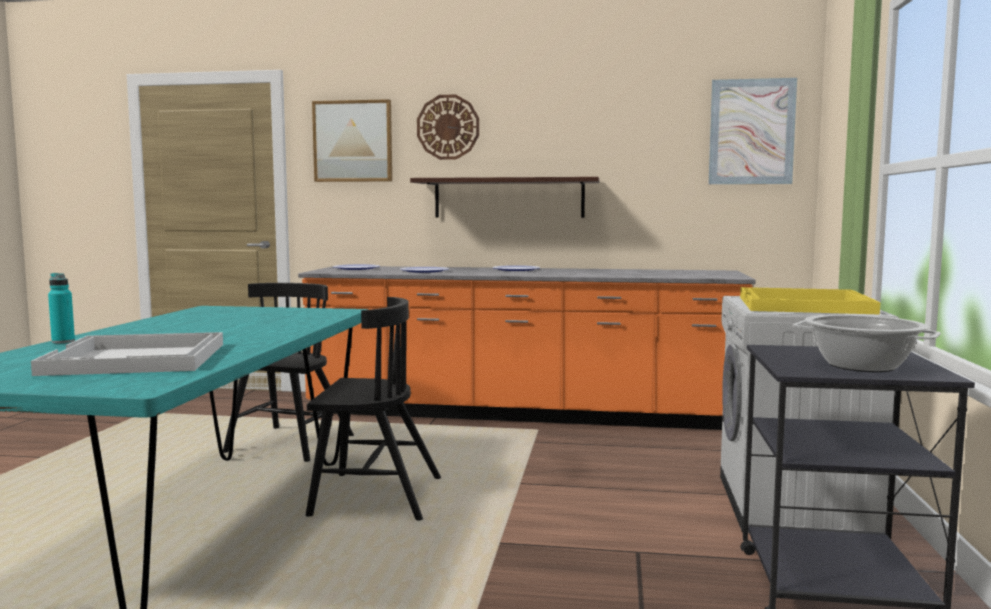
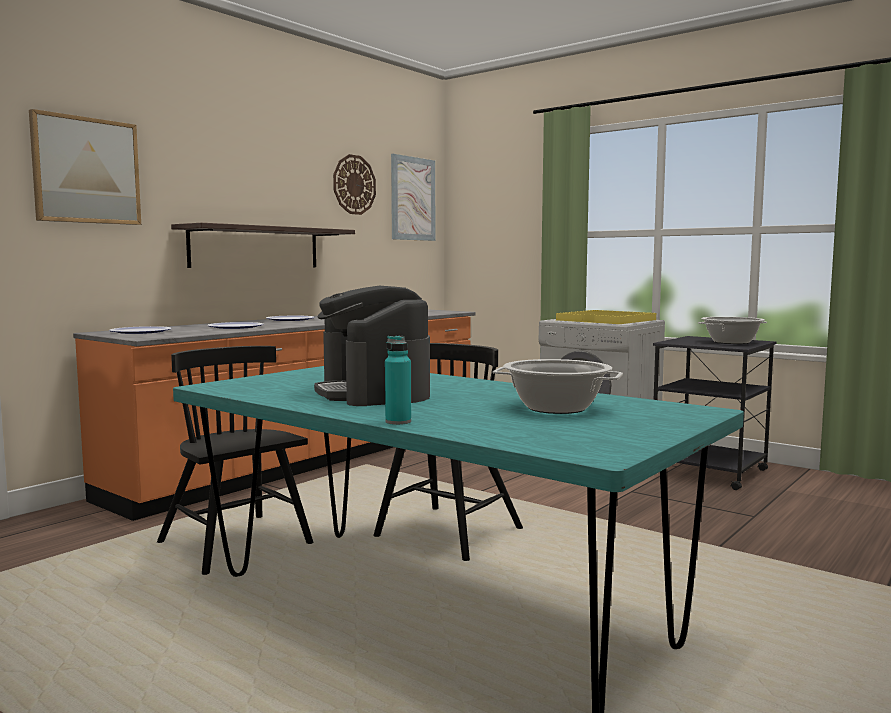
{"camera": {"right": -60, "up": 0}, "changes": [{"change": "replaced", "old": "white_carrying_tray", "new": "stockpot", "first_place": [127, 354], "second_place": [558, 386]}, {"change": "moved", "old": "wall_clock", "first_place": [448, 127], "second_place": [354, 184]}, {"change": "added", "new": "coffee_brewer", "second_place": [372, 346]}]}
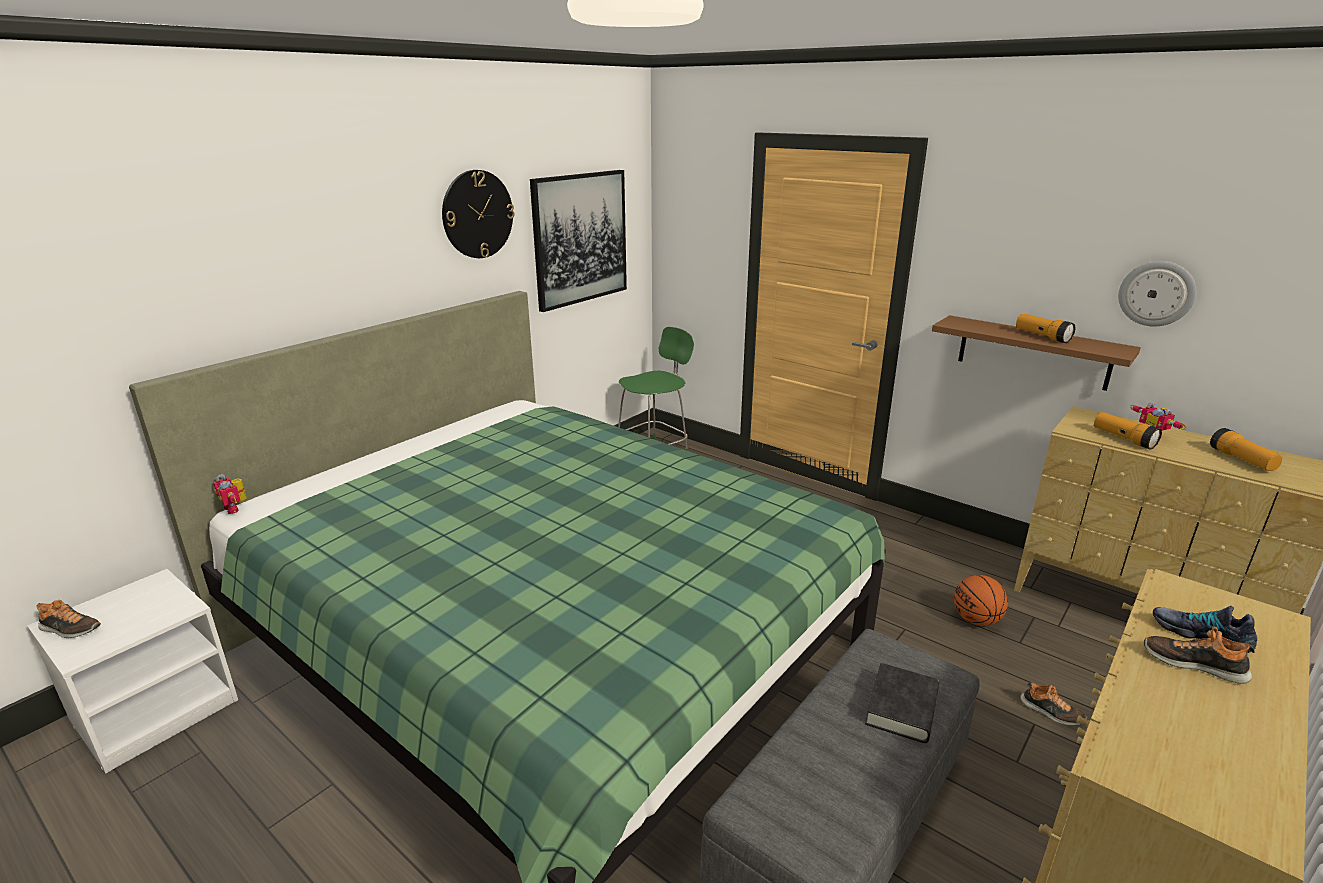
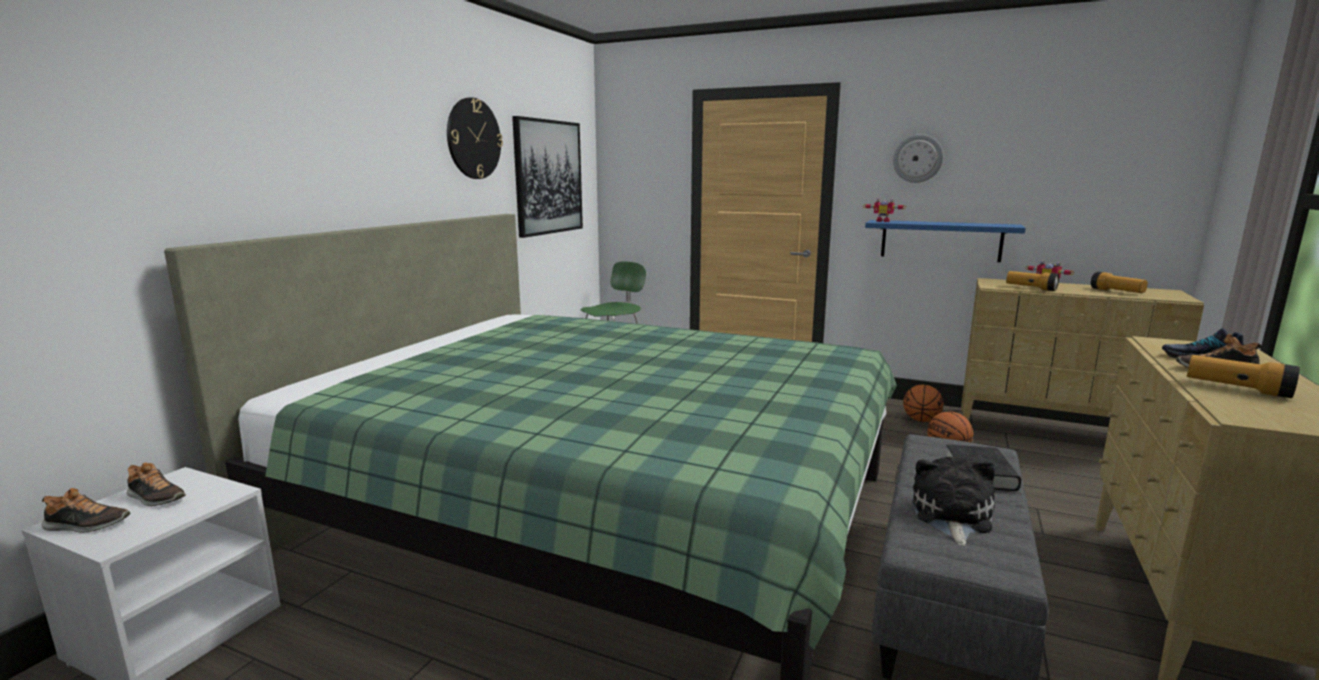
{"camera": {"right": -15, "up": -10}, "changes": [{"change": "moved", "old": "toy_robot", "first_place": [230, 494], "second_place": [884, 210]}, {"change": "recoloured", "old": "brown_bracket_shelf", "new": "blue_bracket_shelf", "first_place": [1036, 353], "second_place": [945, 241]}, {"change": "moved", "old": "flashlight", "first_place": [1045, 328], "second_place": [1243, 376]}, {"change": "moved", "old": "item_of_footwear", "first_place": [1053, 703], "second_place": [156, 484]}, {"change": "moved", "old": "wall_clock", "first_place": [1157, 294], "second_place": [918, 158]}, {"change": "added", "new": "basketball", "second_place": [923, 403]}, {"change": "added", "new": "soft_toy", "second_place": [953, 501]}]}
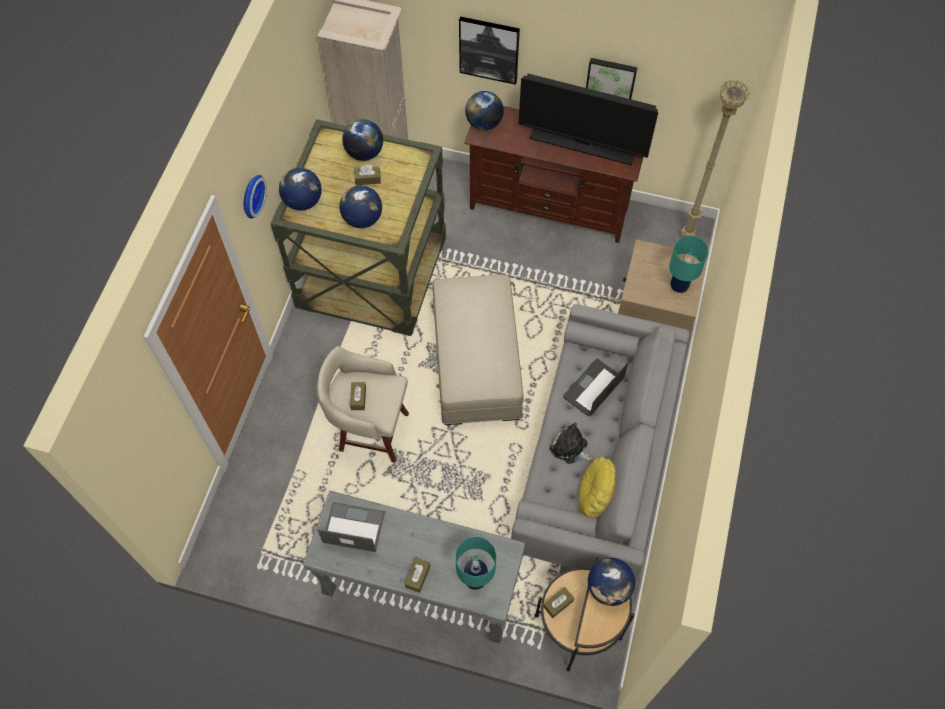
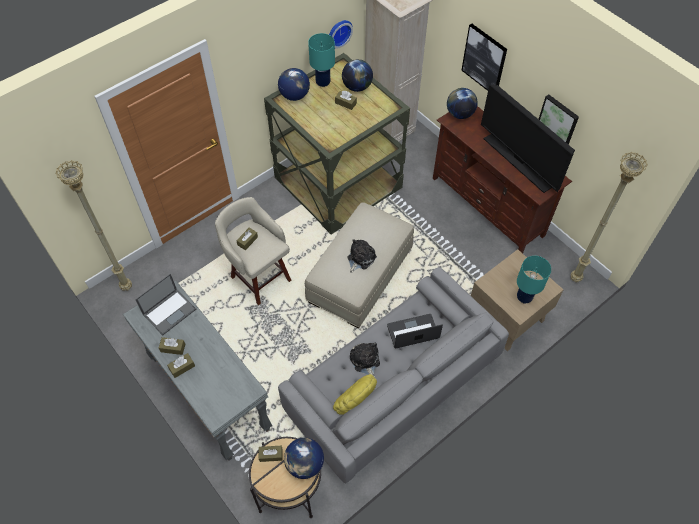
{"camera": {"right": 35, "up": -5}, "changes": [{"change": "moved", "old": "wall_clock", "first_place": [255, 197], "second_place": [341, 34]}, {"change": "turned", "old": "laptop", "first_place": [351, 527], "second_place": [165, 304], "degrees": 90}, {"change": "removed", "old": "world_globe", "first_place": [360, 206]}, {"change": "moved", "old": "turquoise_table_lamp", "first_place": [475, 563], "second_place": [321, 60]}, {"change": "added", "new": "beige-coloured_standard_lamp", "second_place": [94, 225]}, {"change": "added", "new": "brown_tissue_holder", "second_place": [172, 346]}, {"change": "added", "new": "soft_toy", "second_place": [362, 256]}]}
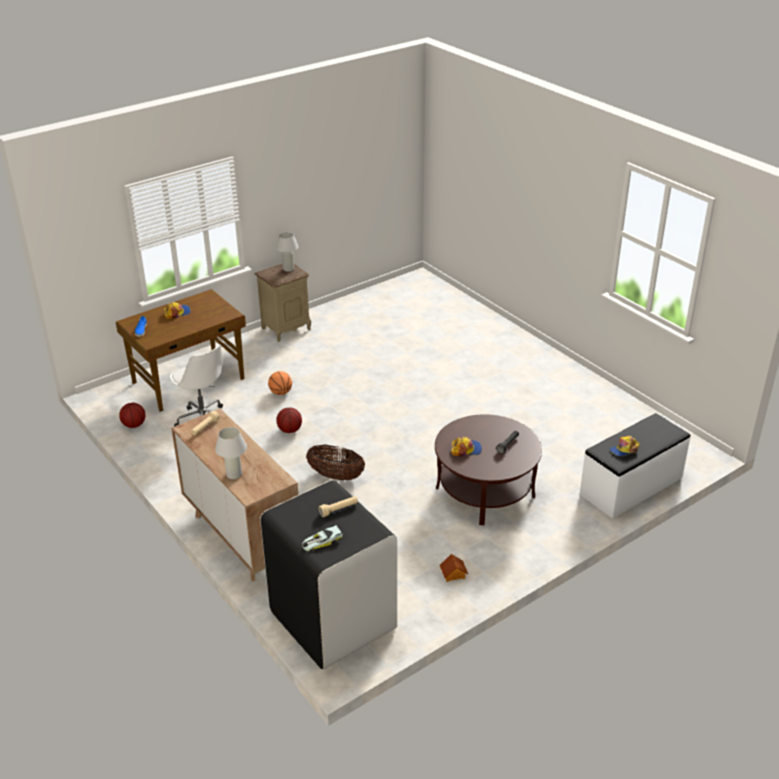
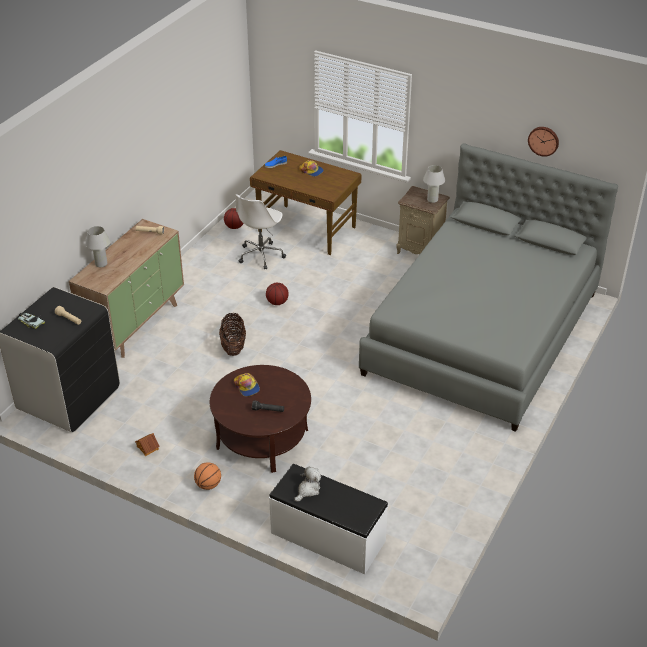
{"camera": {"right": 65, "up": 5}, "changes": [{"change": "moved", "old": "basketball", "first_place": [280, 383], "second_place": [207, 476]}, {"change": "replaced", "old": "baseball_cap", "new": "soft_toy", "first_place": [624, 446], "second_place": [307, 484]}, {"change": "added", "new": "gray_bed", "second_place": [488, 288]}, {"change": "added", "new": "wall_clock", "second_place": [543, 142]}]}
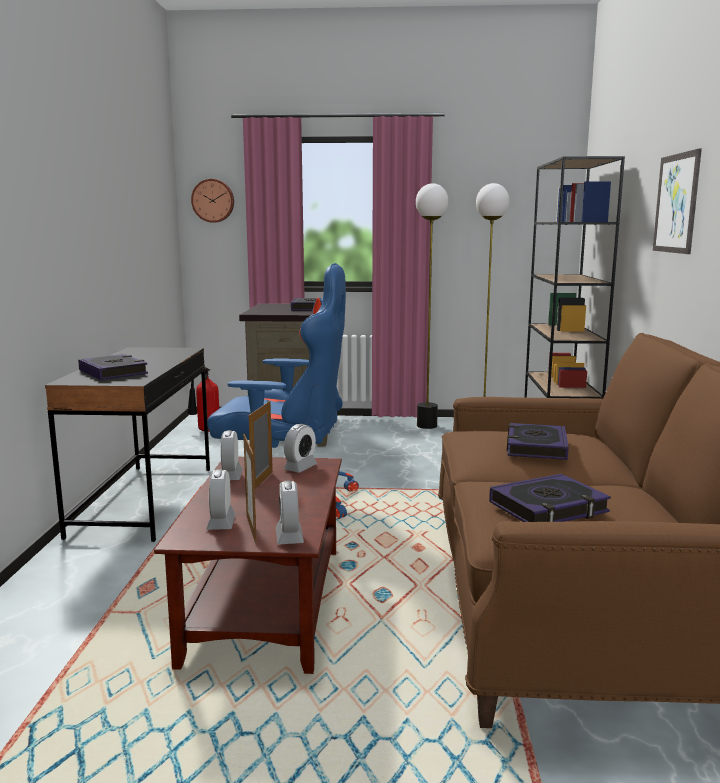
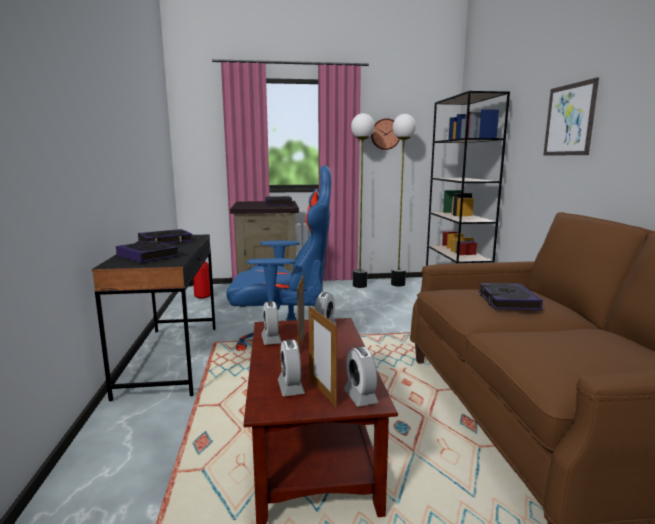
{"camera": {"right": -10, "up": 0}, "changes": [{"change": "moved", "old": "wall_clock", "first_place": [212, 201], "second_place": [385, 134]}, {"change": "moved", "old": "book", "first_place": [550, 498], "second_place": [165, 236]}]}
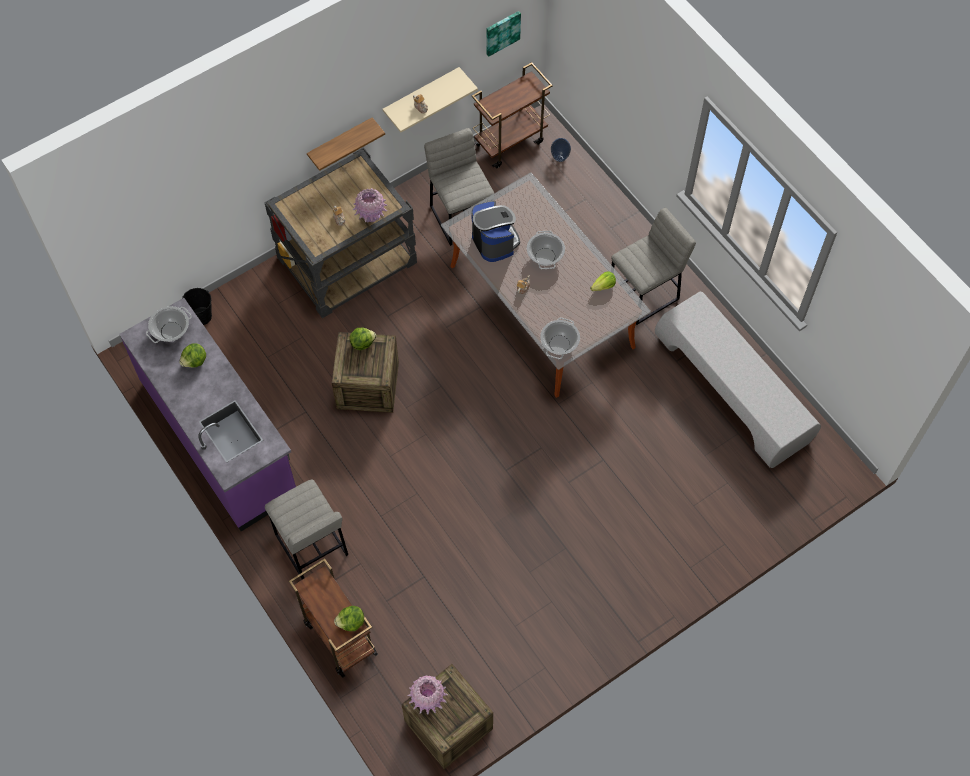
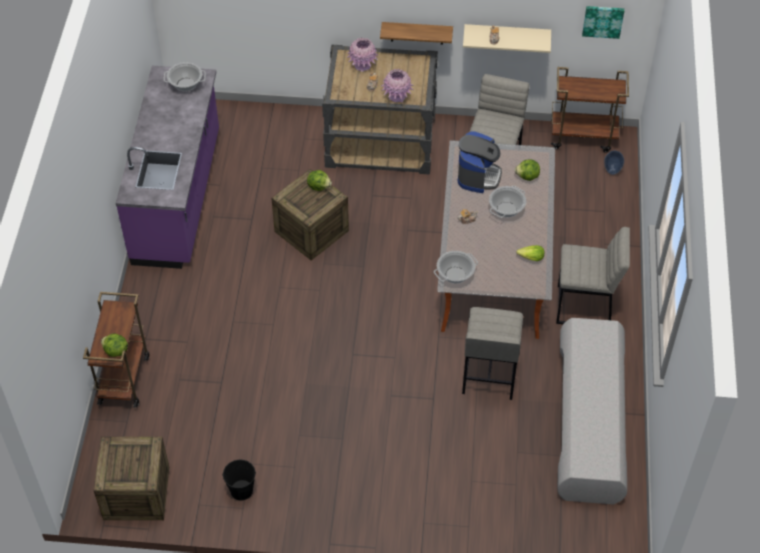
{"camera": {"right": 40, "up": -10}, "changes": [{"change": "moved", "old": "head_of_lettuce", "first_place": [192, 355], "second_place": [527, 170]}, {"change": "moved", "old": "blackish_bucket", "first_place": [197, 306], "second_place": [239, 480]}, {"change": "moved", "old": "gray_plain_chair", "first_place": [306, 529], "second_place": [492, 353]}, {"change": "moved", "old": "pinkish_decorative_vase", "first_place": [427, 695], "second_place": [362, 55]}]}
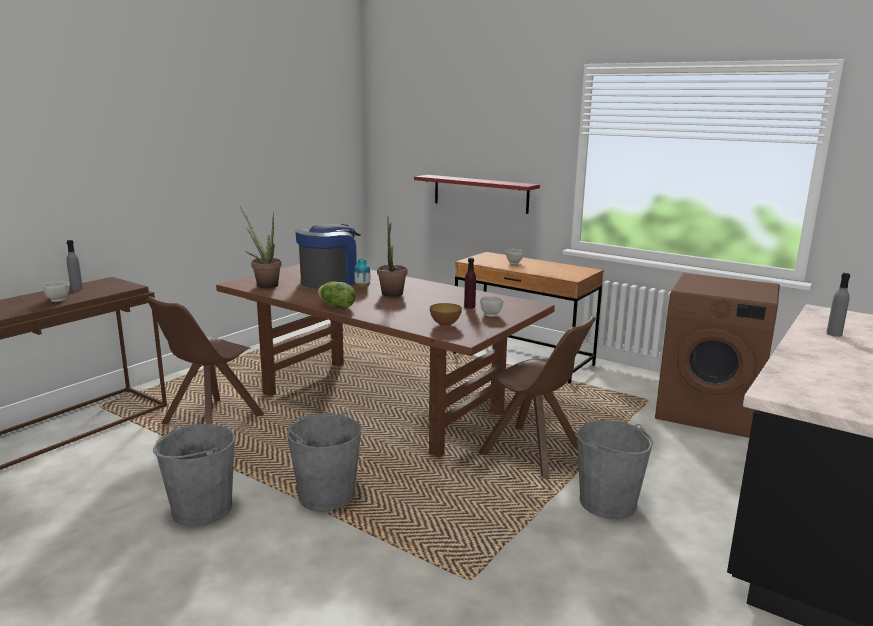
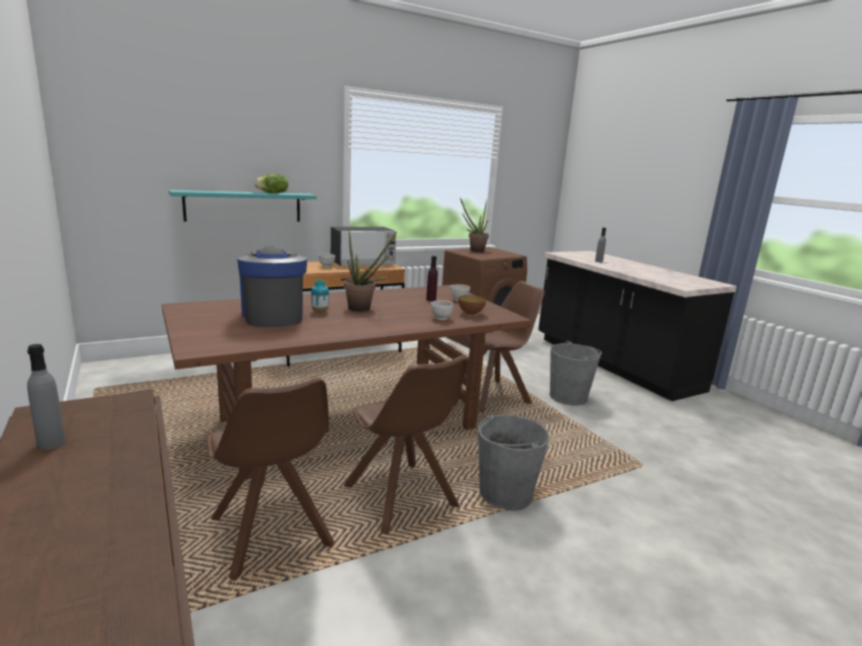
{"camera": {"right": -65, "up": 0}, "changes": [{"change": "moved", "old": "white_deep_dish", "first_place": [55, 291], "second_place": [442, 310]}, {"change": "removed", "old": "gray_bucket", "first_place": [194, 475]}, {"change": "moved", "old": "potted_plant", "first_place": [261, 247], "second_place": [474, 225]}, {"change": "moved", "old": "head_of_lettuce", "first_place": [337, 295], "second_place": [271, 183]}, {"change": "recoloured", "old": "red_bracket_shelf", "new": "turquoise_bracket_shelf", "first_place": [477, 194], "second_place": [243, 206]}, {"change": "added", "new": "microwave", "second_place": [363, 246]}, {"change": "added", "new": "brown_plain_chair", "second_place": [406, 445]}]}
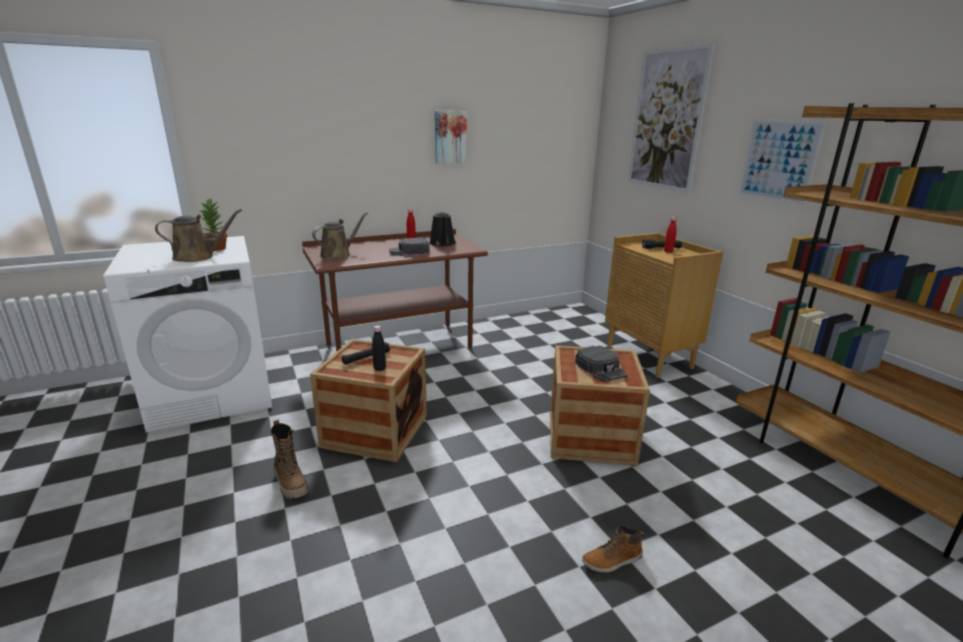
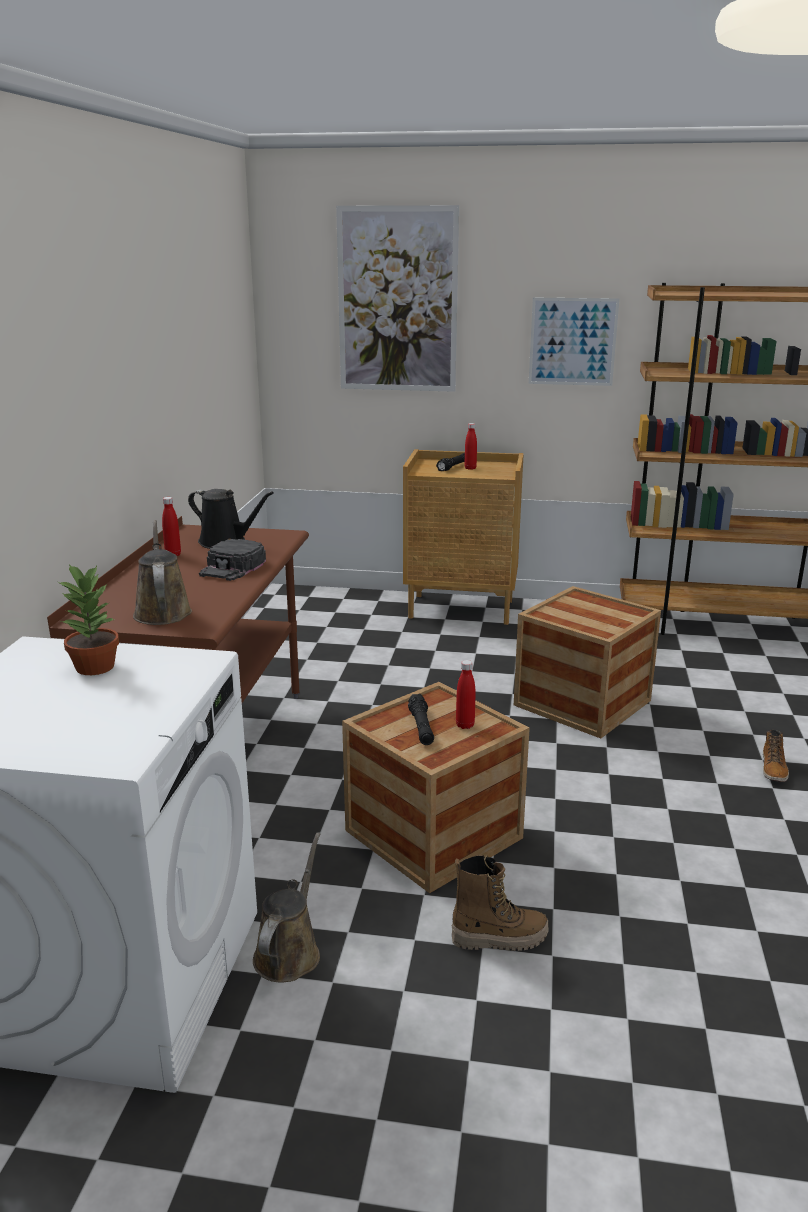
{"camera": {"right": -55, "up": 0}, "changes": [{"change": "moved", "old": "brown_sprinkling_can", "first_place": [198, 235], "second_place": [286, 907]}, {"change": "recoloured", "old": "blackish_bottle", "new": "red_bottle", "first_place": [379, 348], "second_place": [466, 694]}, {"change": "removed", "old": "wall_art", "first_place": [451, 137]}, {"change": "removed", "old": "blackish_baseball_cap", "first_place": [601, 364]}]}
